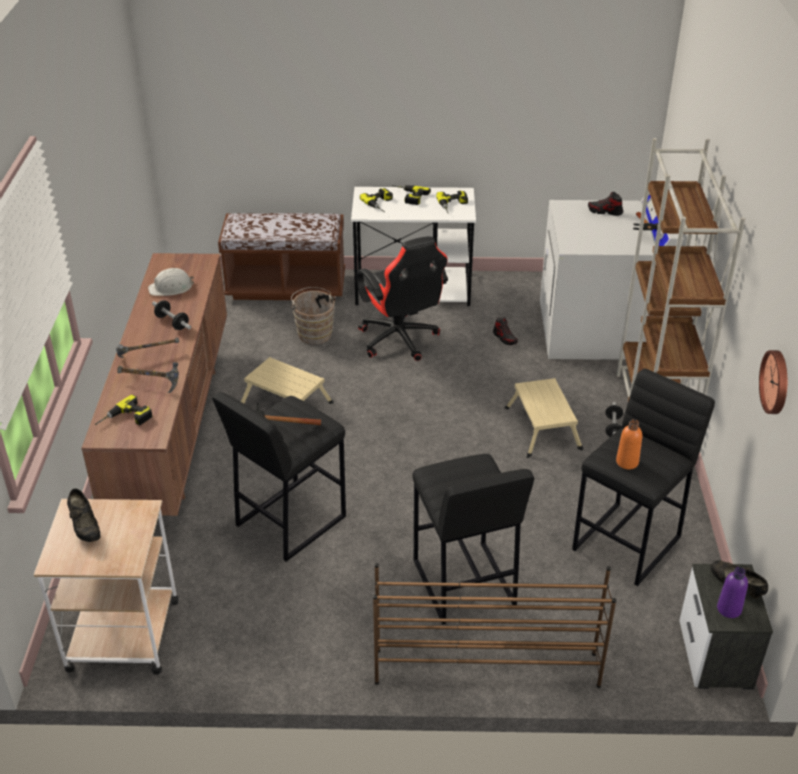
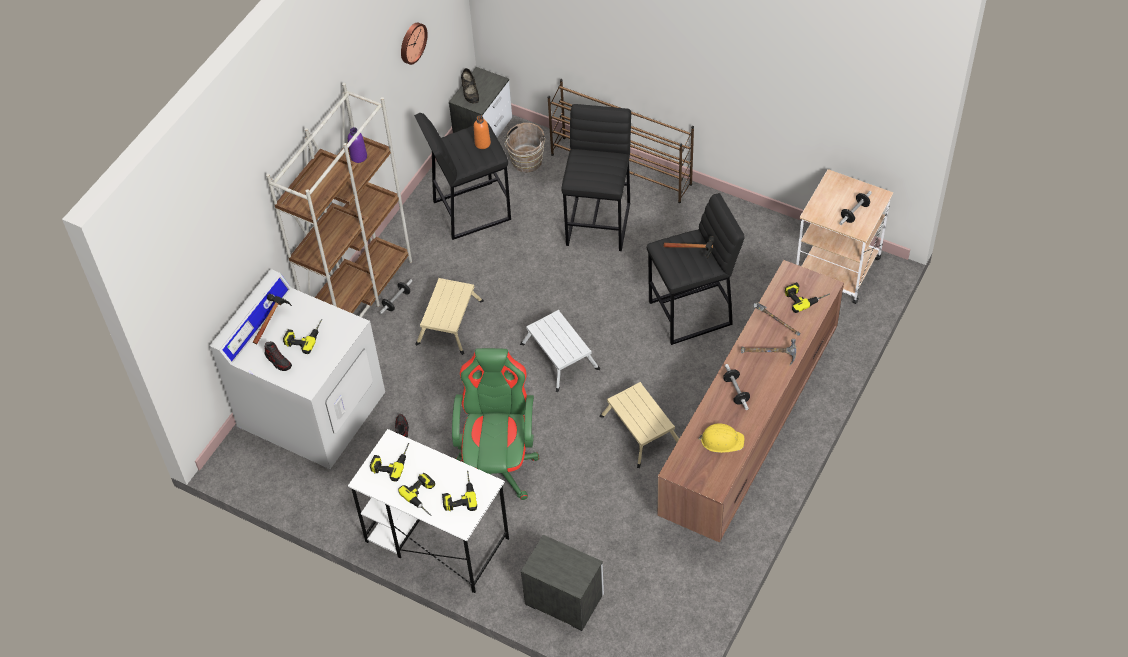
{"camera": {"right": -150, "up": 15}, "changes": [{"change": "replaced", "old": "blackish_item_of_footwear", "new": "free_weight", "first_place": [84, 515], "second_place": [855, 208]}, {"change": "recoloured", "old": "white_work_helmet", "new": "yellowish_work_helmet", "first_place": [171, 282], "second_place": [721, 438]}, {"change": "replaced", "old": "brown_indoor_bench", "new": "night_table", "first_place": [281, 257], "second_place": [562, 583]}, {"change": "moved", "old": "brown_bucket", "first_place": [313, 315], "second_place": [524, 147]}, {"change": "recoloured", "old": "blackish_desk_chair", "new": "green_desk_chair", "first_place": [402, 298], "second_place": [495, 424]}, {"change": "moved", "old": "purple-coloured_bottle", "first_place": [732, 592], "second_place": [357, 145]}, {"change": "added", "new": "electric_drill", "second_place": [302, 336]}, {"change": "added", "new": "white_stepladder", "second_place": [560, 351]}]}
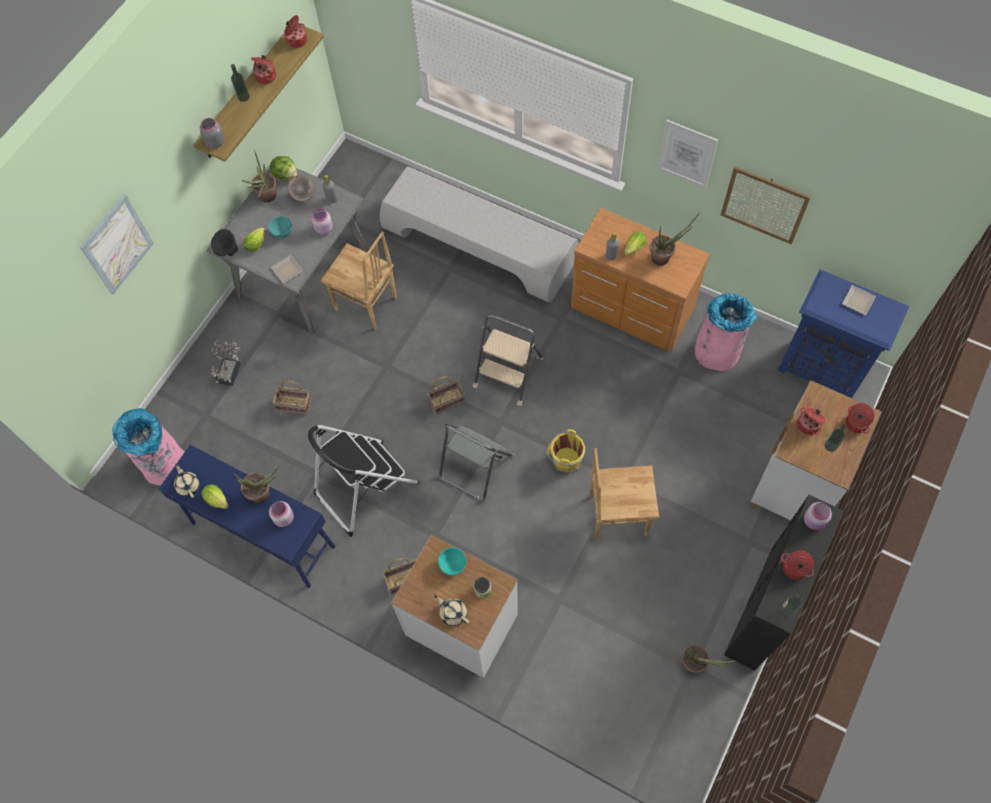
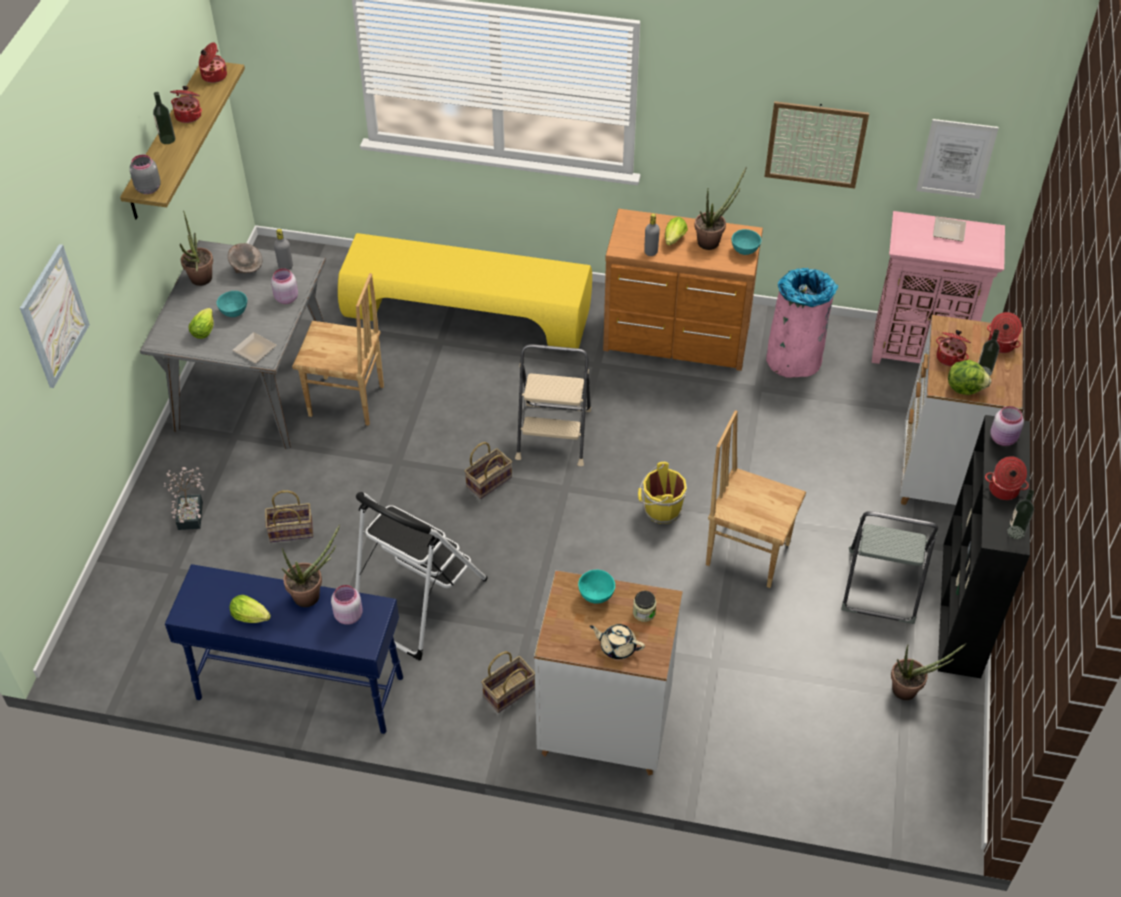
{"camera": {"right": -20, "up": -15}, "changes": [{"change": "removed", "old": "pinkish_rubbish_bin", "first_place": [148, 446]}, {"change": "removed", "old": "beige-coloured_teapot", "first_place": [187, 481]}, {"change": "removed", "old": "blackish_deep_dish", "first_place": [224, 242]}, {"change": "moved", "old": "head_of_lettuce", "first_place": [283, 168], "second_place": [969, 377]}, {"change": "recoloured", "old": "gray_indoor_bench", "new": "yellowish_indoor_bench", "first_place": [479, 235], "second_place": [465, 291]}, {"change": "moved", "old": "gray_stepladder", "first_place": [476, 463], "second_place": [889, 567]}, {"change": "turned", "old": "brown_plain_chair", "first_place": [624, 493], "second_place": [756, 499], "degrees": 45}, {"change": "moved", "old": "wall_art", "first_place": [688, 154], "second_place": [957, 159]}, {"change": "recoloured", "old": "blue_cupboard", "new": "pinkish_cupboard", "first_place": [843, 333], "second_place": [938, 287]}, {"change": "added", "new": "turquoise_deep_dish", "second_place": [746, 242]}]}
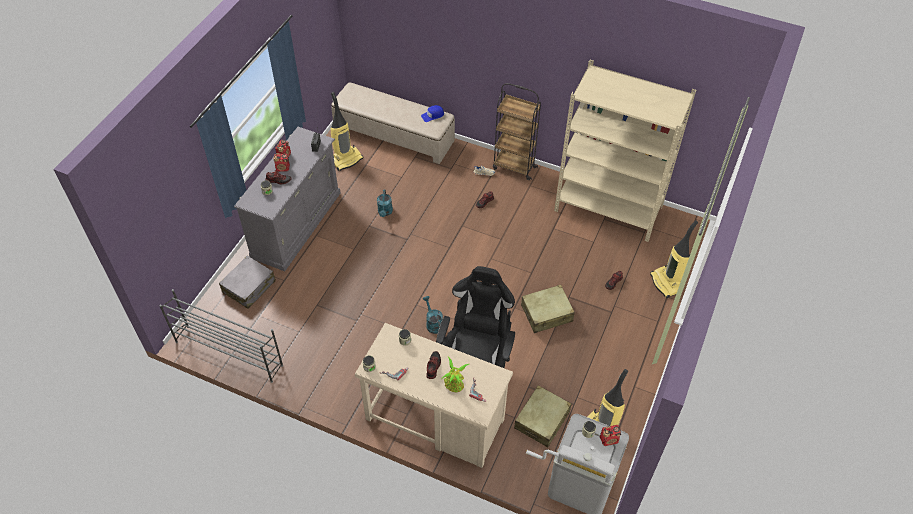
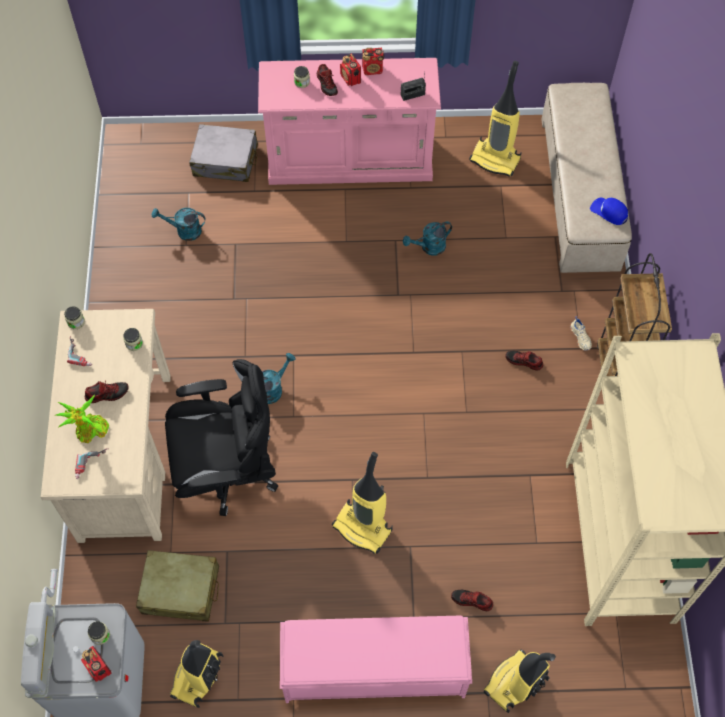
{"camera": {"right": 65, "up": 10}, "changes": [{"change": "removed", "old": "gray_shoe_stand", "first_place": [221, 336]}, {"change": "recoloured", "old": "gray_cupboard", "new": "pinkish_cupboard", "first_place": [287, 199], "second_place": [349, 121]}, {"change": "replaced", "old": "beige-coloured_travel_case", "new": "hoover", "first_place": [548, 309], "second_place": [362, 503]}, {"change": "added", "new": "turquoise_sprinkling_can", "second_place": [178, 224]}, {"change": "added", "new": "pinkish_indoor_bench", "second_place": [376, 659]}]}
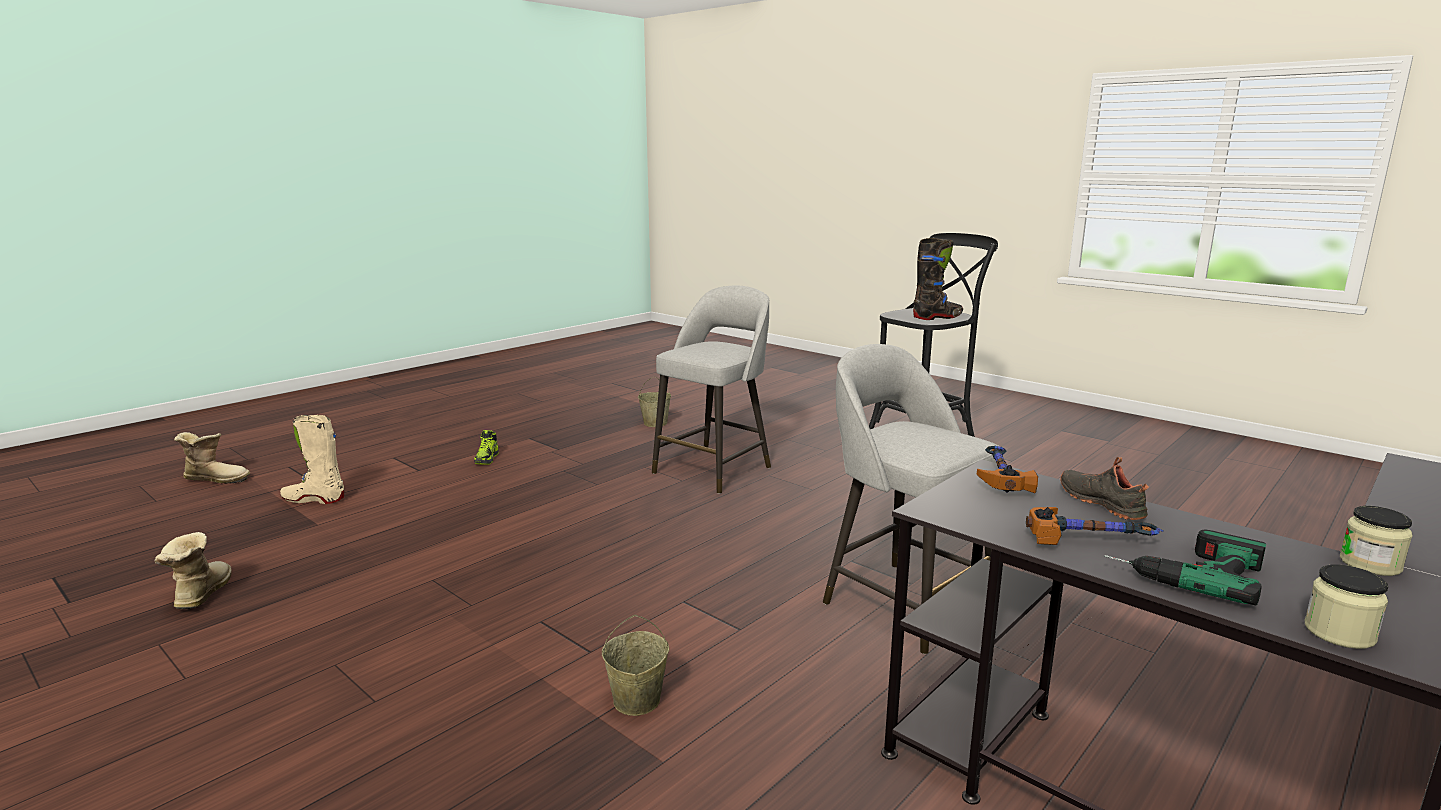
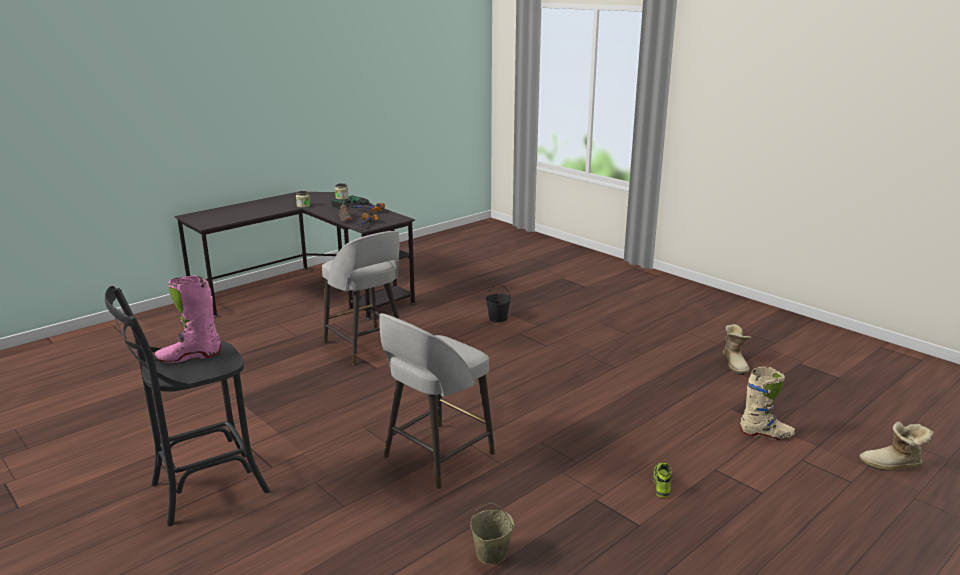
{"camera": {"right": -175, "up": 5}, "changes": [{"change": "recoloured", "old": "beige-coloured_bucket", "new": "blackish_bucket", "first_place": [635, 665], "second_place": [498, 303]}, {"change": "recoloured", "old": "blackish_tall_boot", "new": "pinkish_tall_boot", "first_place": [938, 279], "second_place": [188, 319]}]}
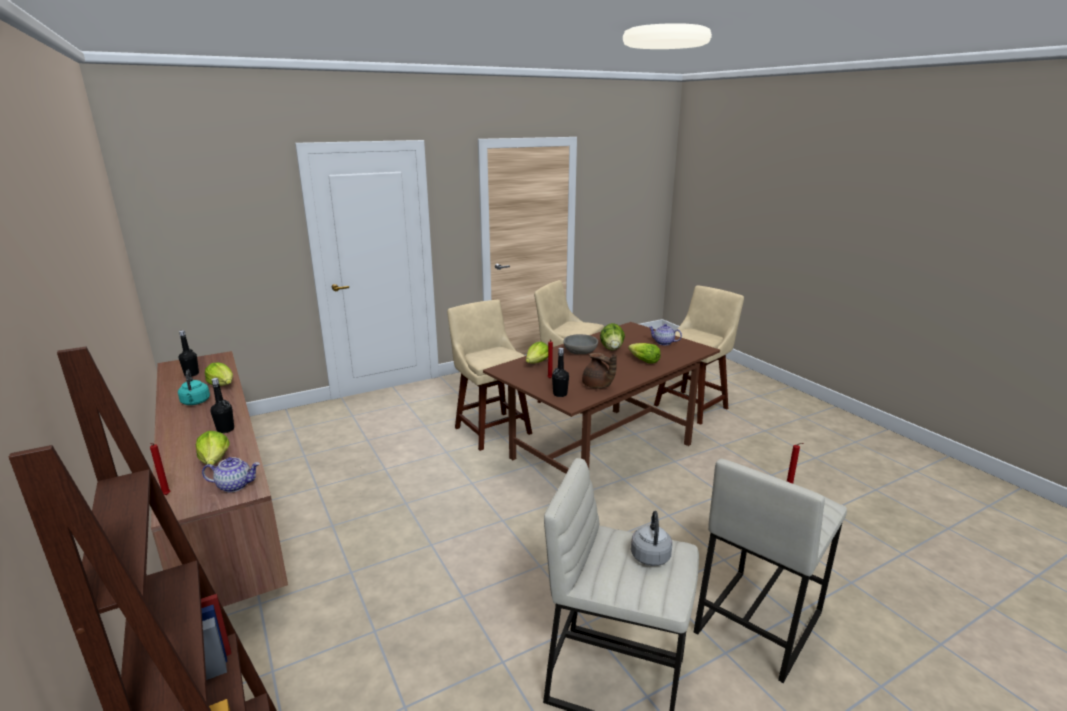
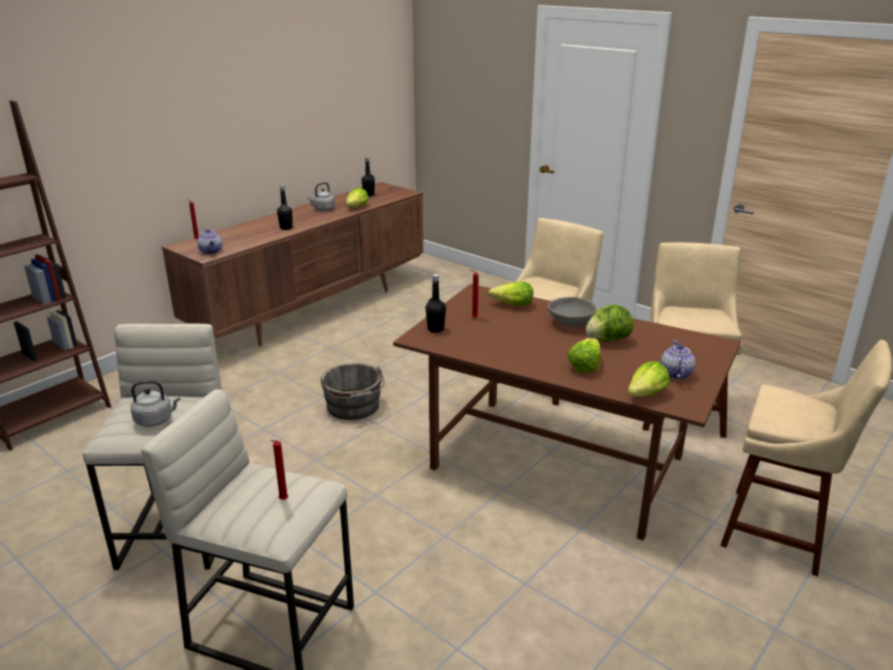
{"camera": {"right": 70, "up": 5}, "changes": [{"change": "recoloured", "old": "turquoise_tea_kettle", "new": "gray_tea_kettle", "first_place": [194, 387], "second_place": [321, 196]}, {"change": "moved", "old": "head_of_lettuce", "first_place": [212, 448], "second_place": [648, 379]}, {"change": "removed", "old": "brown_teapot", "first_place": [599, 371]}, {"change": "added", "new": "gray_bucket", "second_place": [352, 391]}]}
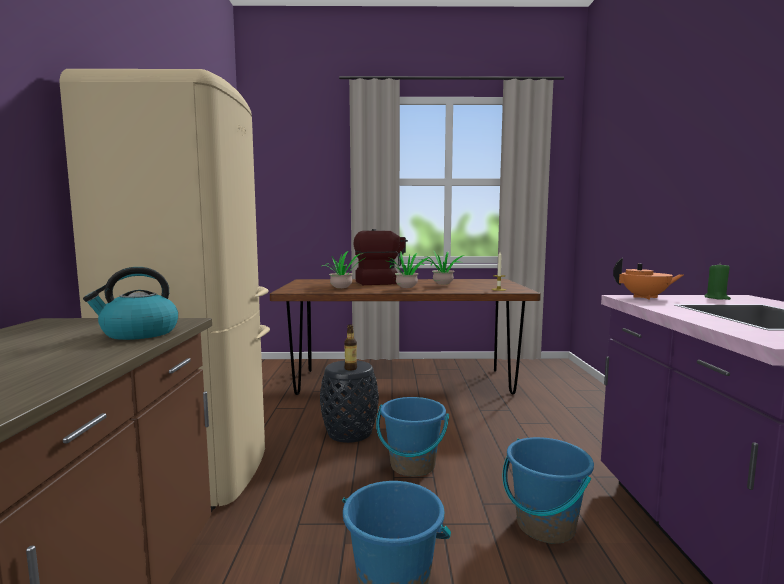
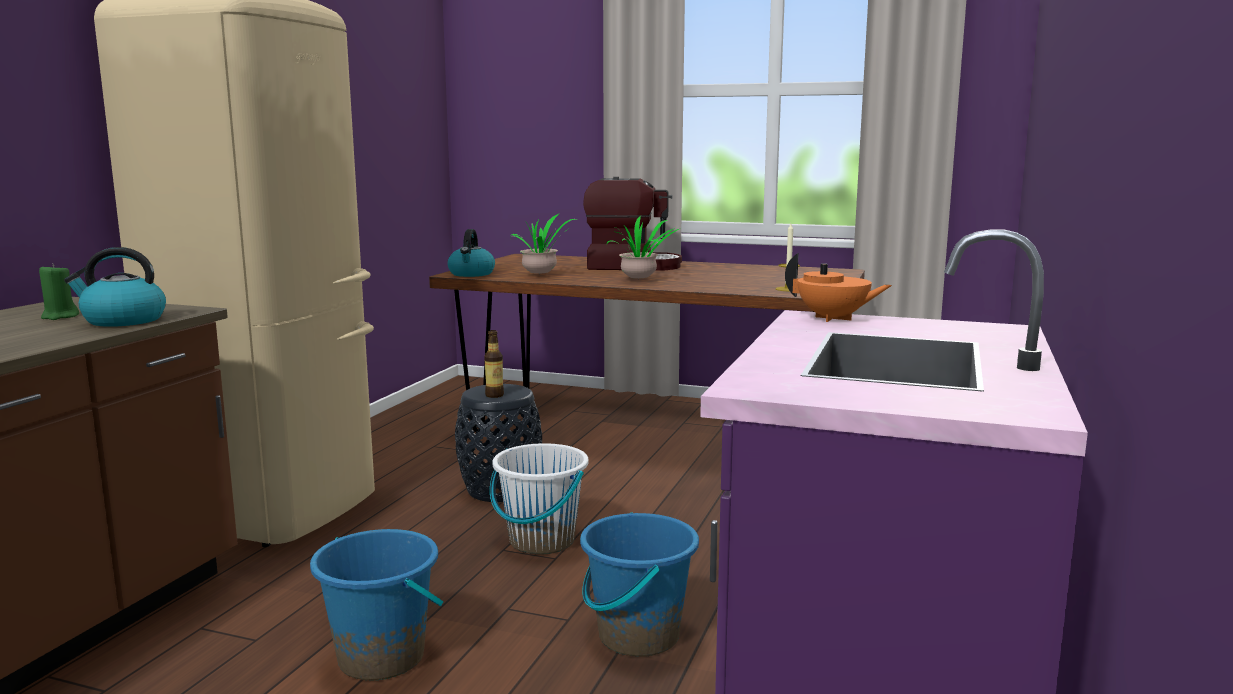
{"camera": {"right": 20, "up": 5}, "changes": [{"change": "recoloured", "old": "blue_bucket", "new": "white_bucket", "first_place": [412, 437], "second_place": [539, 499]}, {"change": "removed", "old": "potted_plant", "first_place": [442, 268]}, {"change": "moved", "old": "green_candle", "first_place": [717, 281], "second_place": [59, 291]}, {"change": "added", "new": "tea_kettle", "second_place": [471, 253]}]}
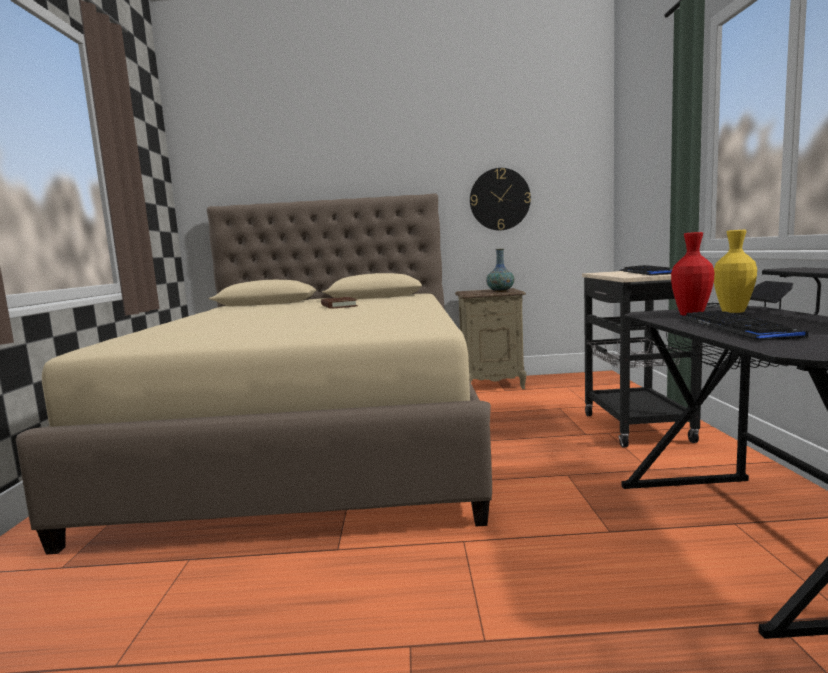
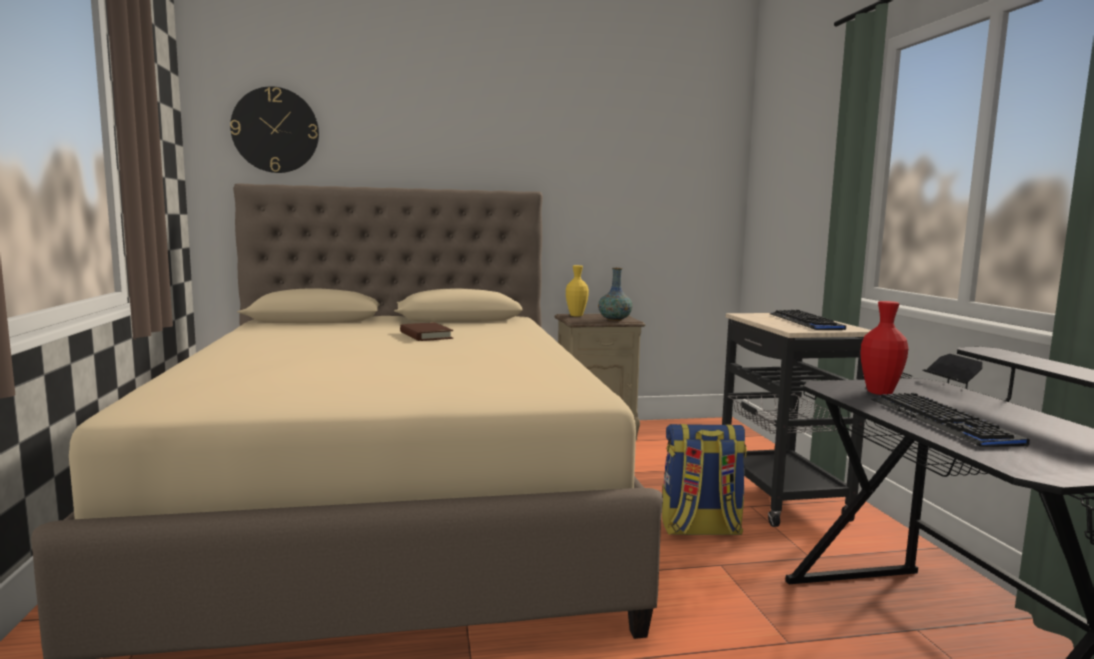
{"camera": {"right": -10, "up": 0}, "changes": [{"change": "moved", "old": "wall_clock", "first_place": [500, 199], "second_place": [274, 129]}, {"change": "moved", "old": "yellowish_decorative_vase", "first_place": [735, 271], "second_place": [577, 290]}, {"change": "added", "new": "rucksack", "second_place": [704, 479]}]}
